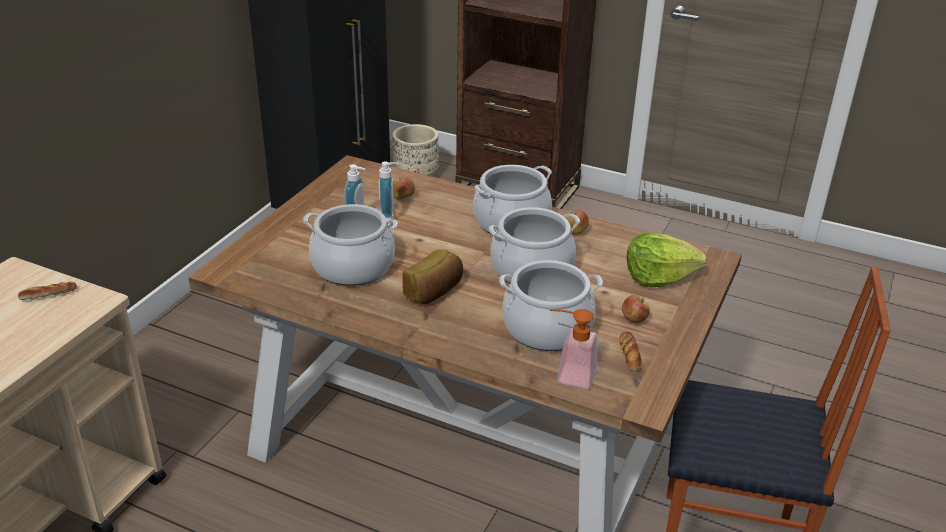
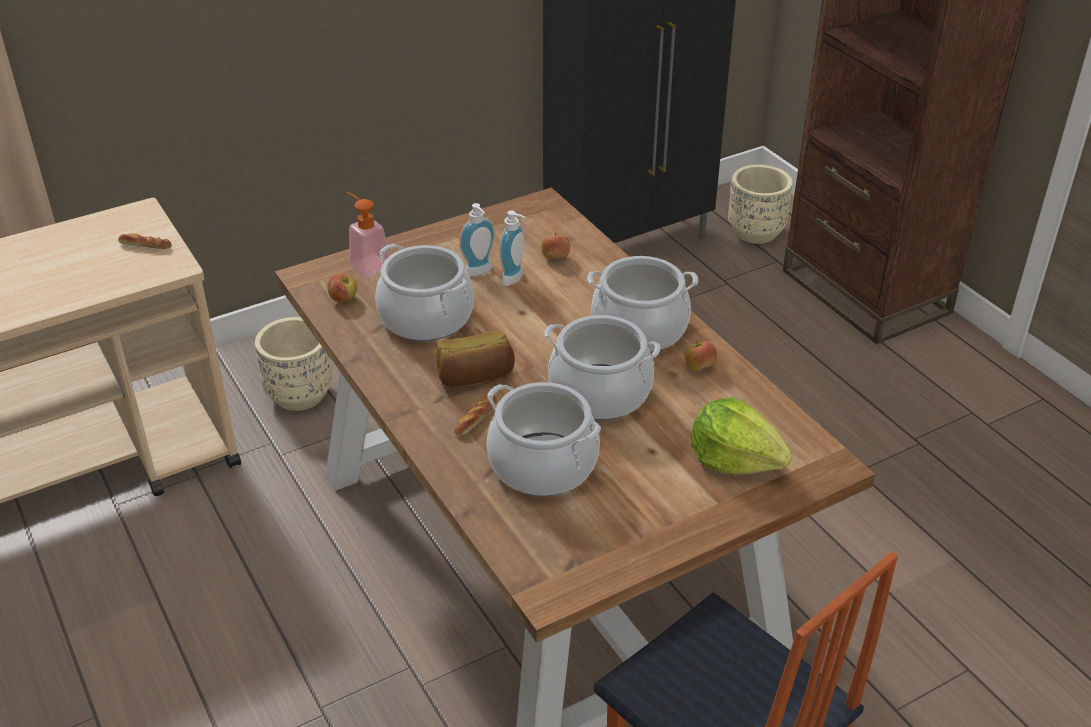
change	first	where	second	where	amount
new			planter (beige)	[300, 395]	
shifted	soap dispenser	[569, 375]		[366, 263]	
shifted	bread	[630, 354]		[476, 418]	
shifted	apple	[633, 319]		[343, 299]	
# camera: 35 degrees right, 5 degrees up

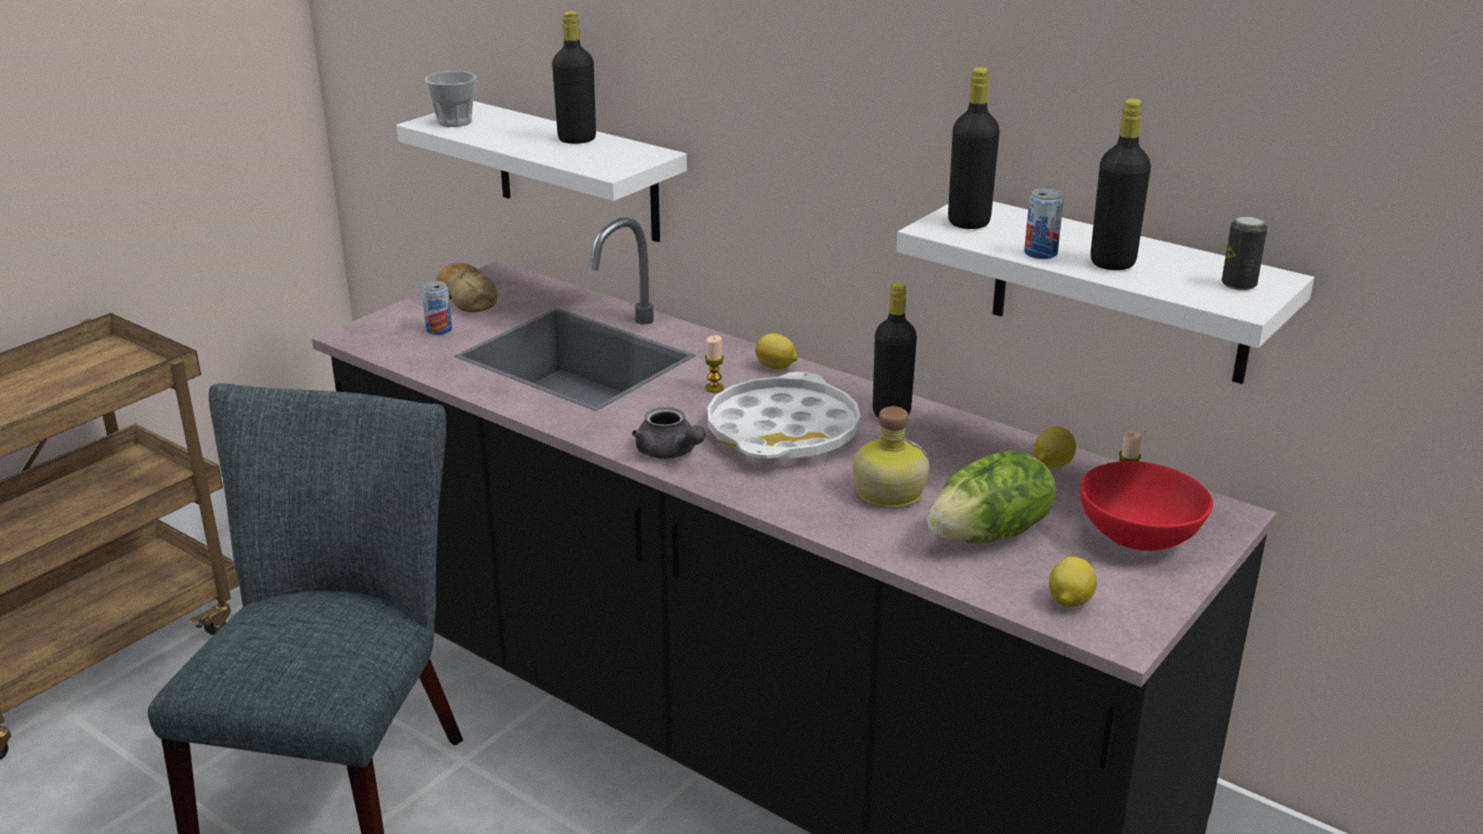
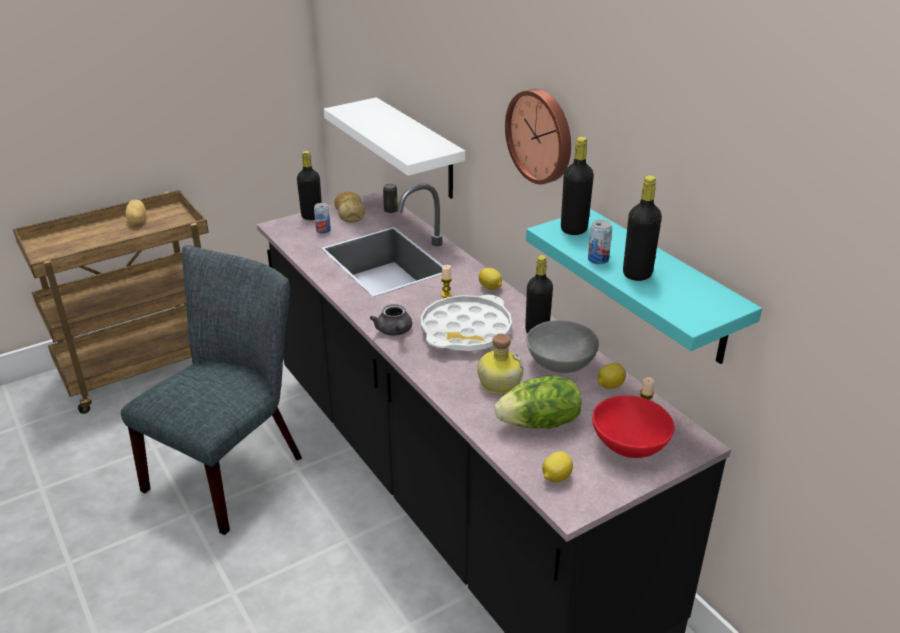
change	first	where	second	where	amount
gone	cup	[454, 122]			
new			potato	[136, 221]	
new			wall clock	[541, 136]	
new			bowl (grey)	[560, 364]	
shifted	bottle (black)	[577, 139]		[312, 216]	
shifted	can	[1238, 284]		[390, 210]	
repainted	shelf (white)	[1120, 290]	shelf (turquoise)	[663, 287]	
# camera: 20 degrees right, 5 degrees up

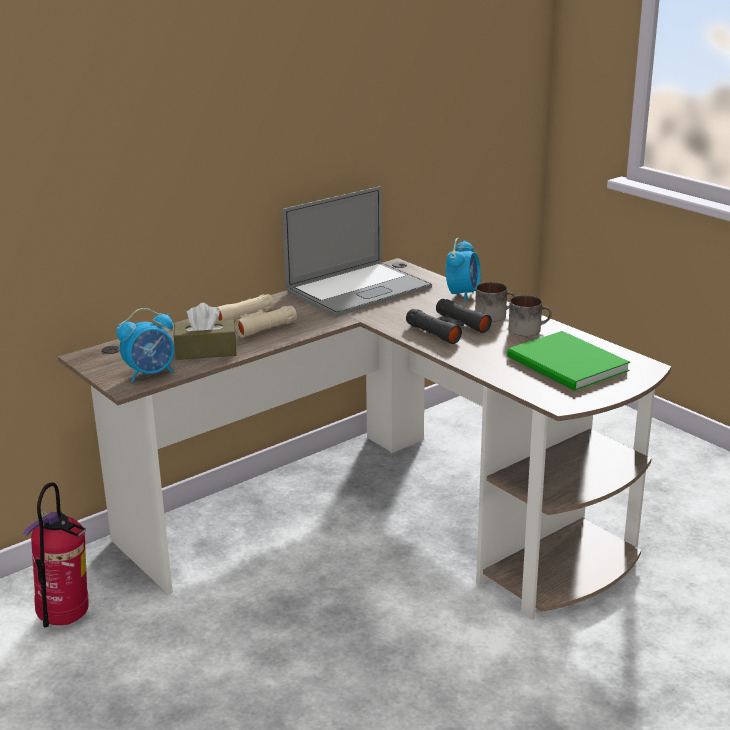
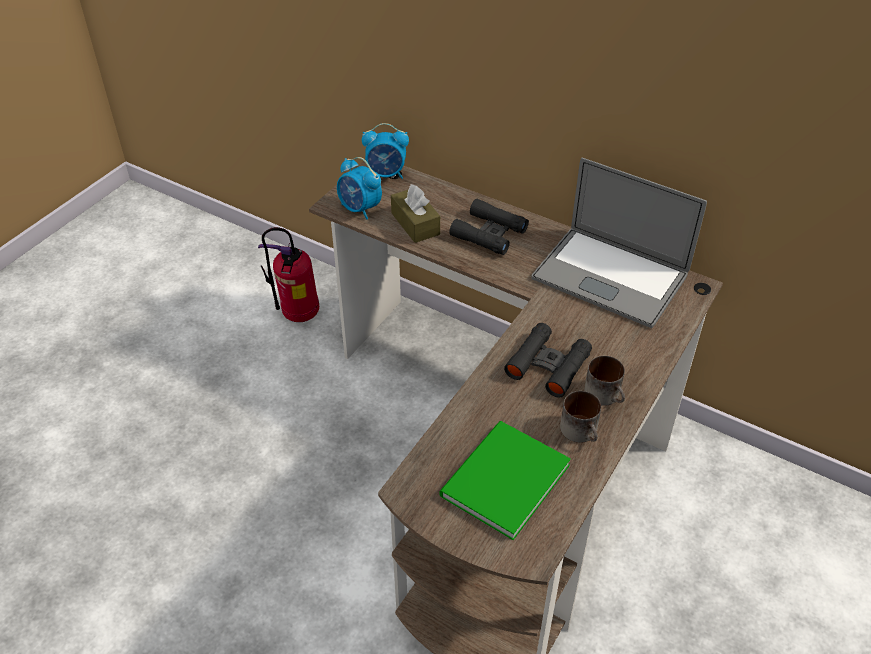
change	first	where	second	where	amount
shifted	alarm clock	[463, 294]		[386, 174]	
repainted	binoculars (beige)	[255, 323]	binoculars (black)	[489, 233]	
# camera: 70 degrees right, 20 degrees up

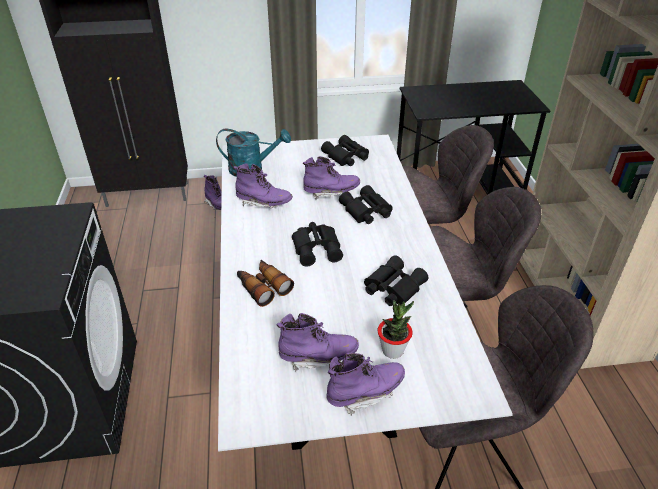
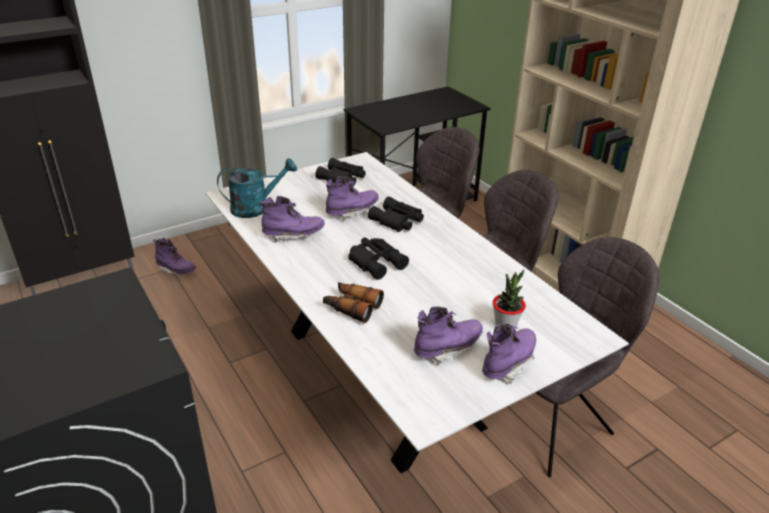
change	first	where	second	where	amount
gone	binoculars (black)	[392, 287]			
# camera: 25 degrees left, 5 degrees down

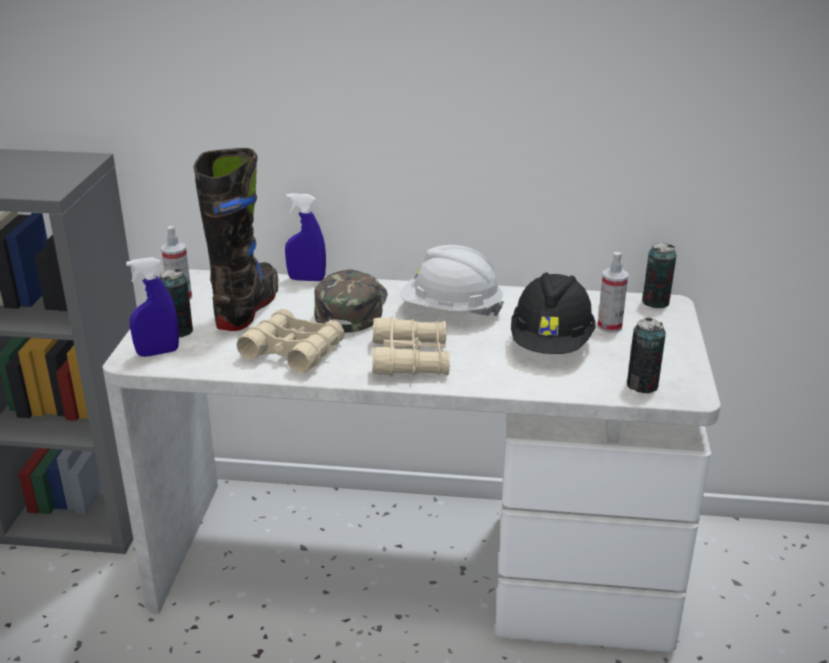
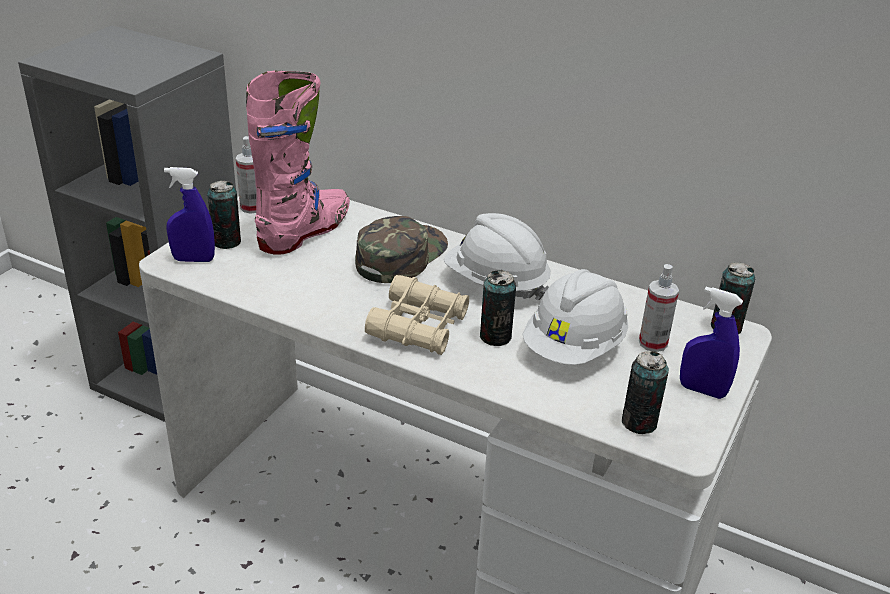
change	first	where	second	where	amount
gone	binoculars (beige)	[292, 351]			
new			can	[495, 337]	
shifted	spray bottle (blue)	[306, 279]		[702, 390]	
repainted	boot (black)	[248, 307]	boot (pink)	[305, 232]	
repainted	hard hat (black)	[551, 344]	hard hat (white)	[574, 347]	
# camera: 20 degrees right, 5 degrees up

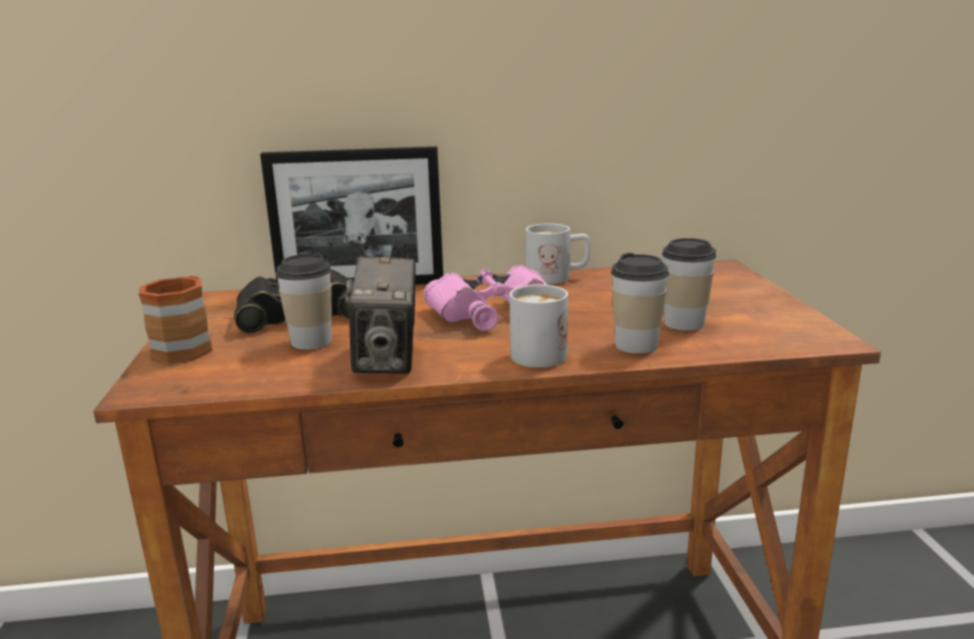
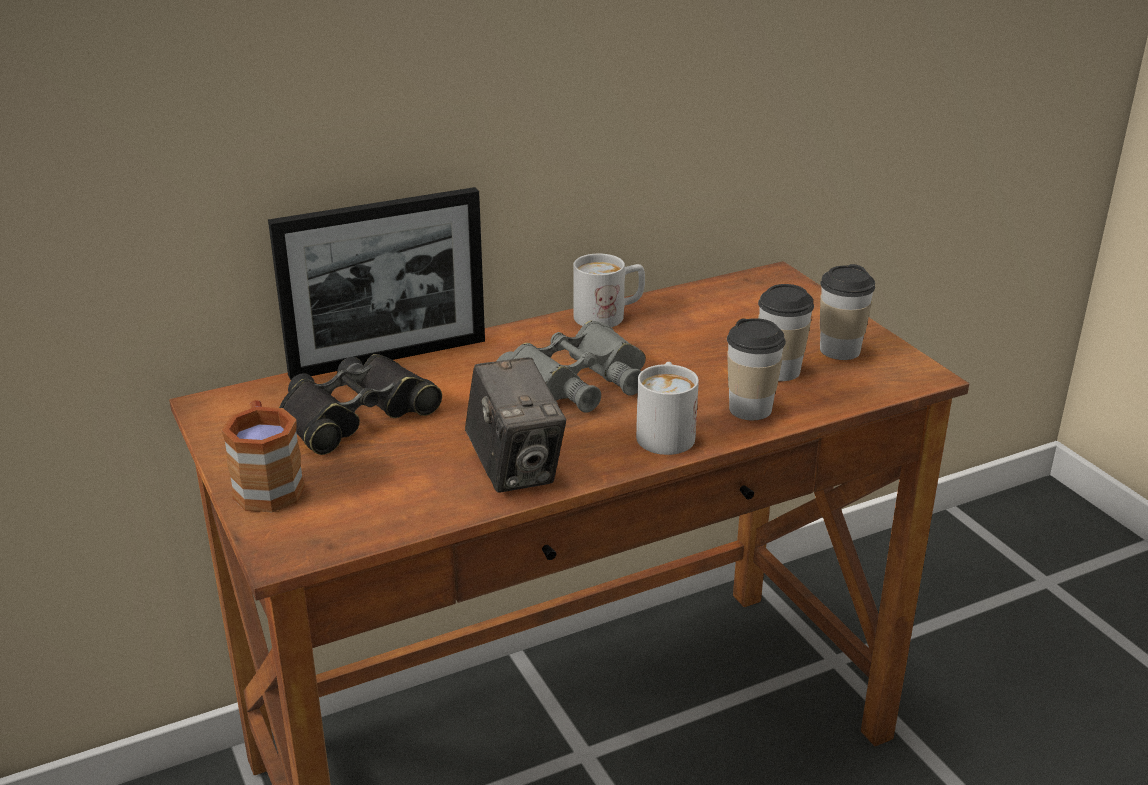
change	first	where	second	where	amount
shifted	cup	[311, 341]		[839, 350]	
repainted	binoculars (pink)	[494, 312]	binoculars (grey)	[577, 382]	
# camera: 20 degrees left, 10 degrees up

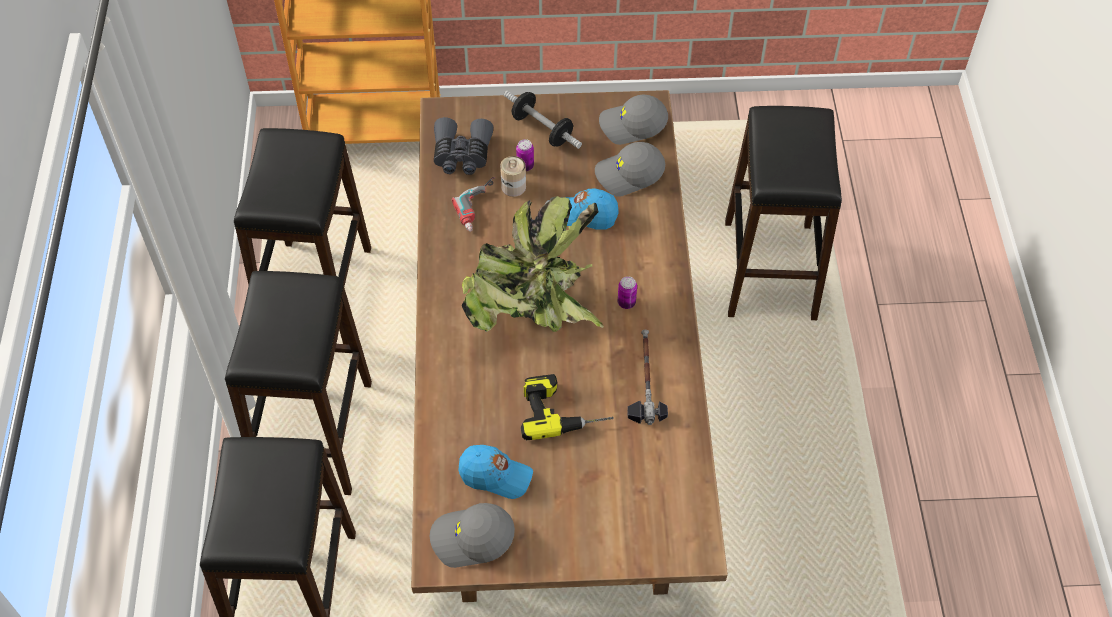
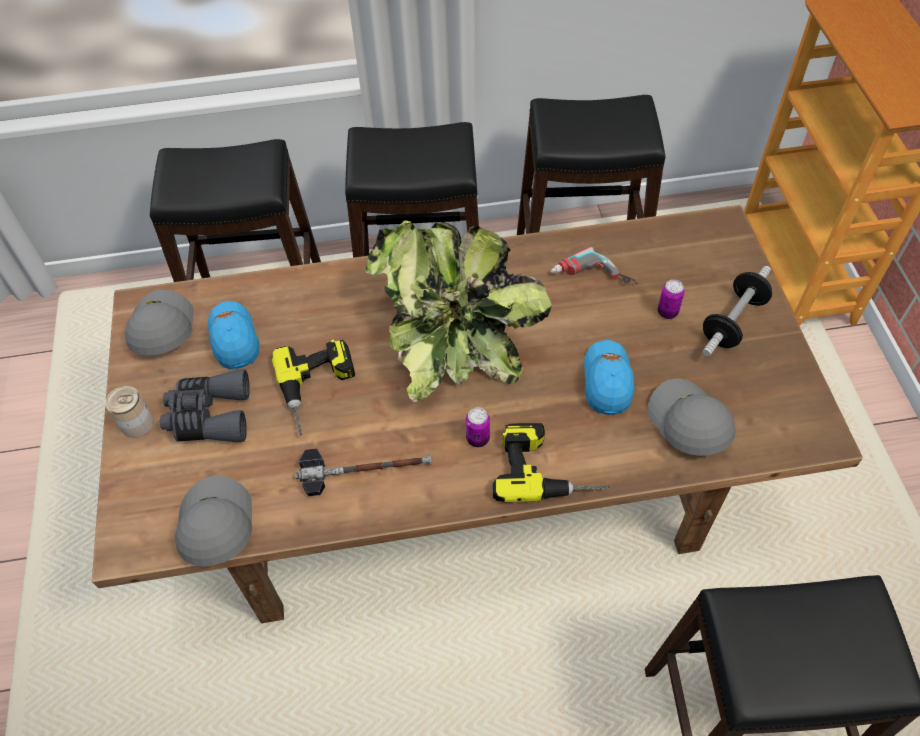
change	first	where	second	where	amount
new			power drill	[548, 467]	
shifted	binoculars (grey)	[462, 155]		[209, 415]	
shifted	can	[513, 187]		[137, 423]	
shifted	cap (grey)	[632, 126]		[214, 525]	
rotated	cap (blue)	[495, 476]		[234, 339]	150 degrees clockwise
# camera: 85 degrees right, 0 degrees up

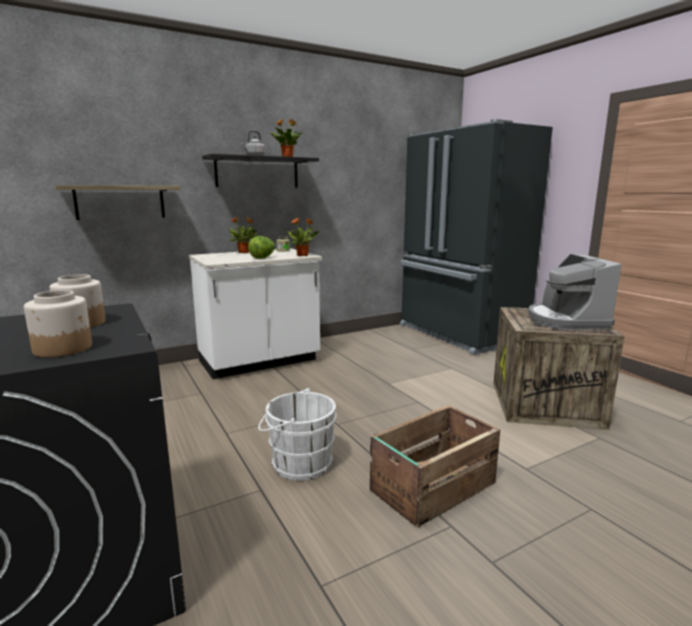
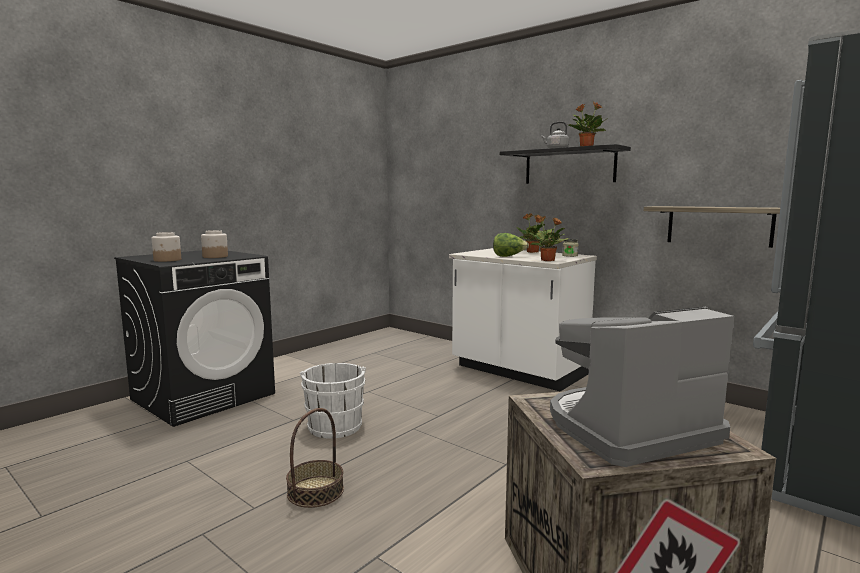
change	first	where	second	where	amount
shifted	shelf	[120, 202]		[719, 225]	
swapped	crate	[431, 487]	basket	[315, 491]	
# camera: 70 degrees right, 5 degrees down

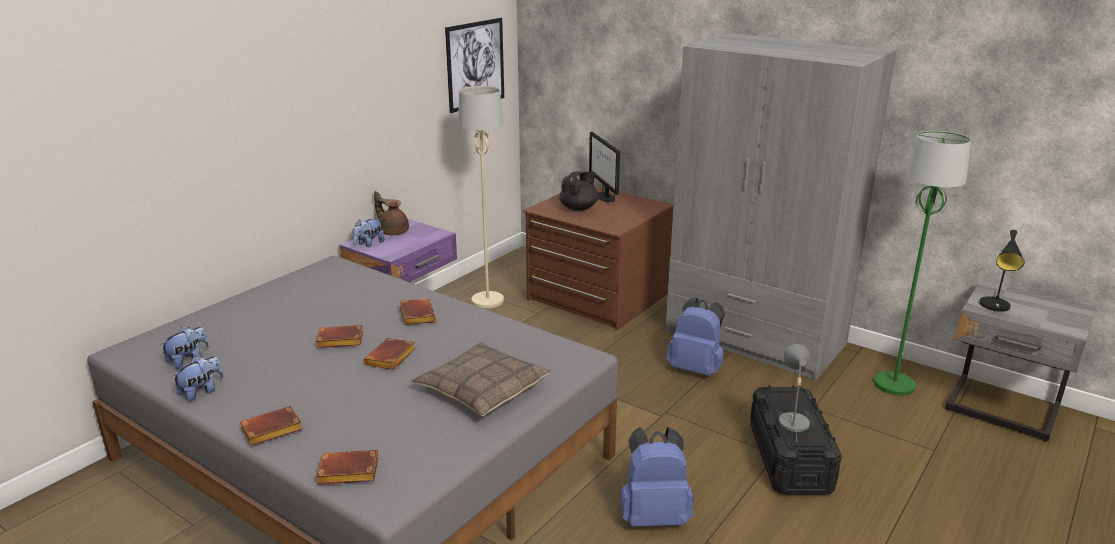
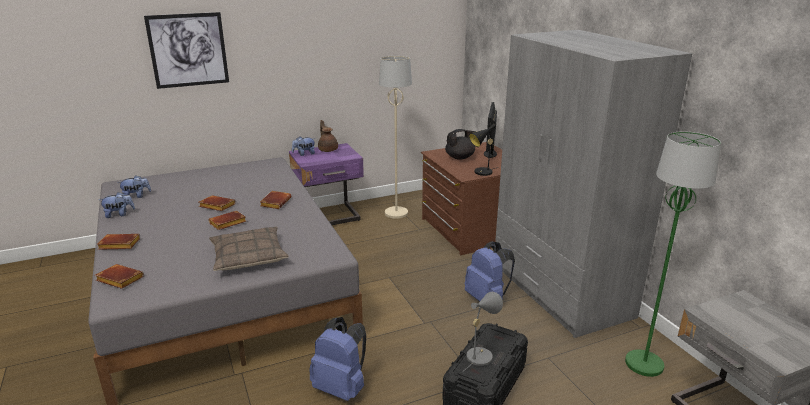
change	first	where	second	where	amount
shifted	picture	[475, 64]		[188, 50]	
shifted	table lamp (black)	[995, 307]		[481, 173]	
# camera: 30 degrees right, 0 degrees up

